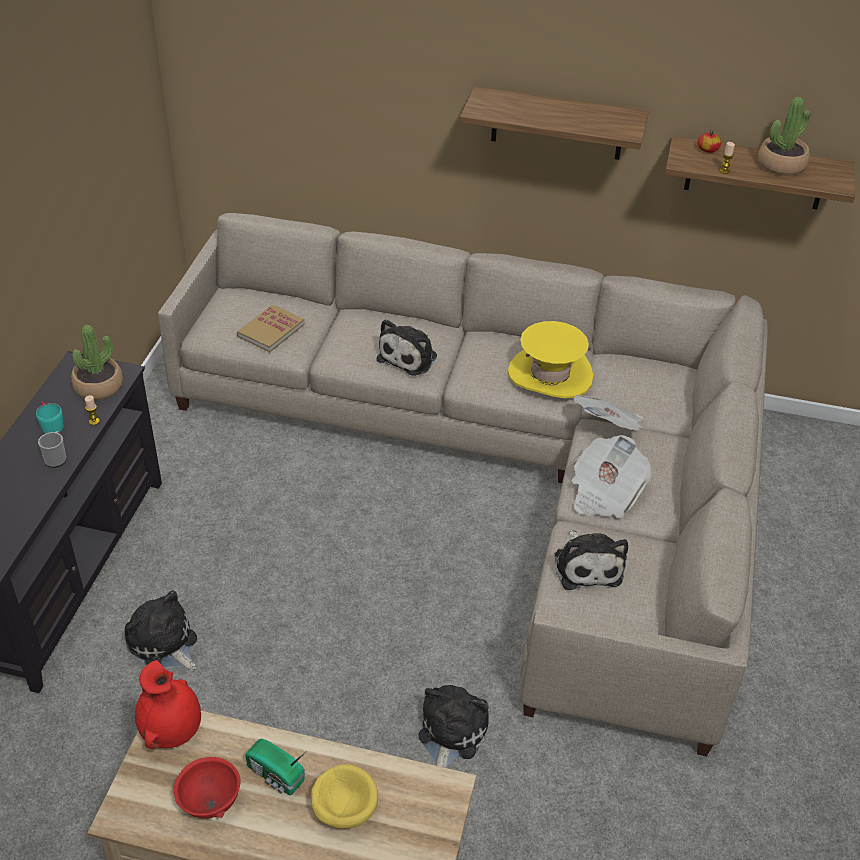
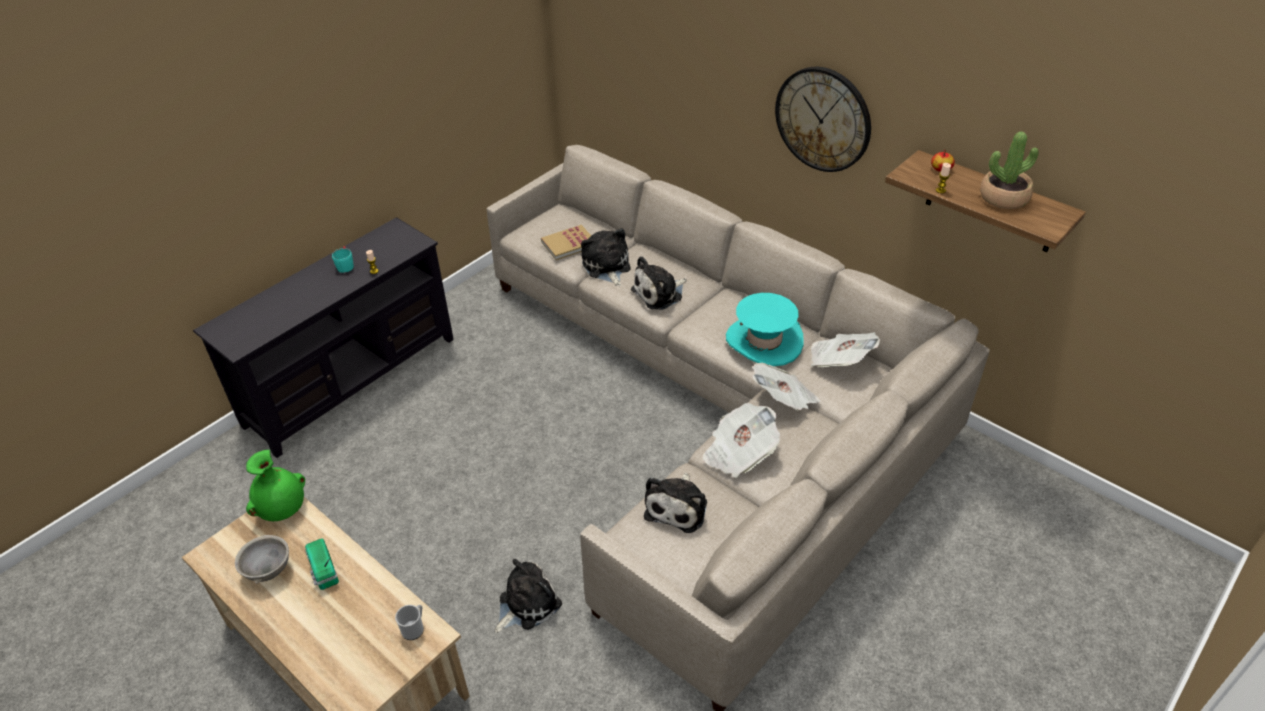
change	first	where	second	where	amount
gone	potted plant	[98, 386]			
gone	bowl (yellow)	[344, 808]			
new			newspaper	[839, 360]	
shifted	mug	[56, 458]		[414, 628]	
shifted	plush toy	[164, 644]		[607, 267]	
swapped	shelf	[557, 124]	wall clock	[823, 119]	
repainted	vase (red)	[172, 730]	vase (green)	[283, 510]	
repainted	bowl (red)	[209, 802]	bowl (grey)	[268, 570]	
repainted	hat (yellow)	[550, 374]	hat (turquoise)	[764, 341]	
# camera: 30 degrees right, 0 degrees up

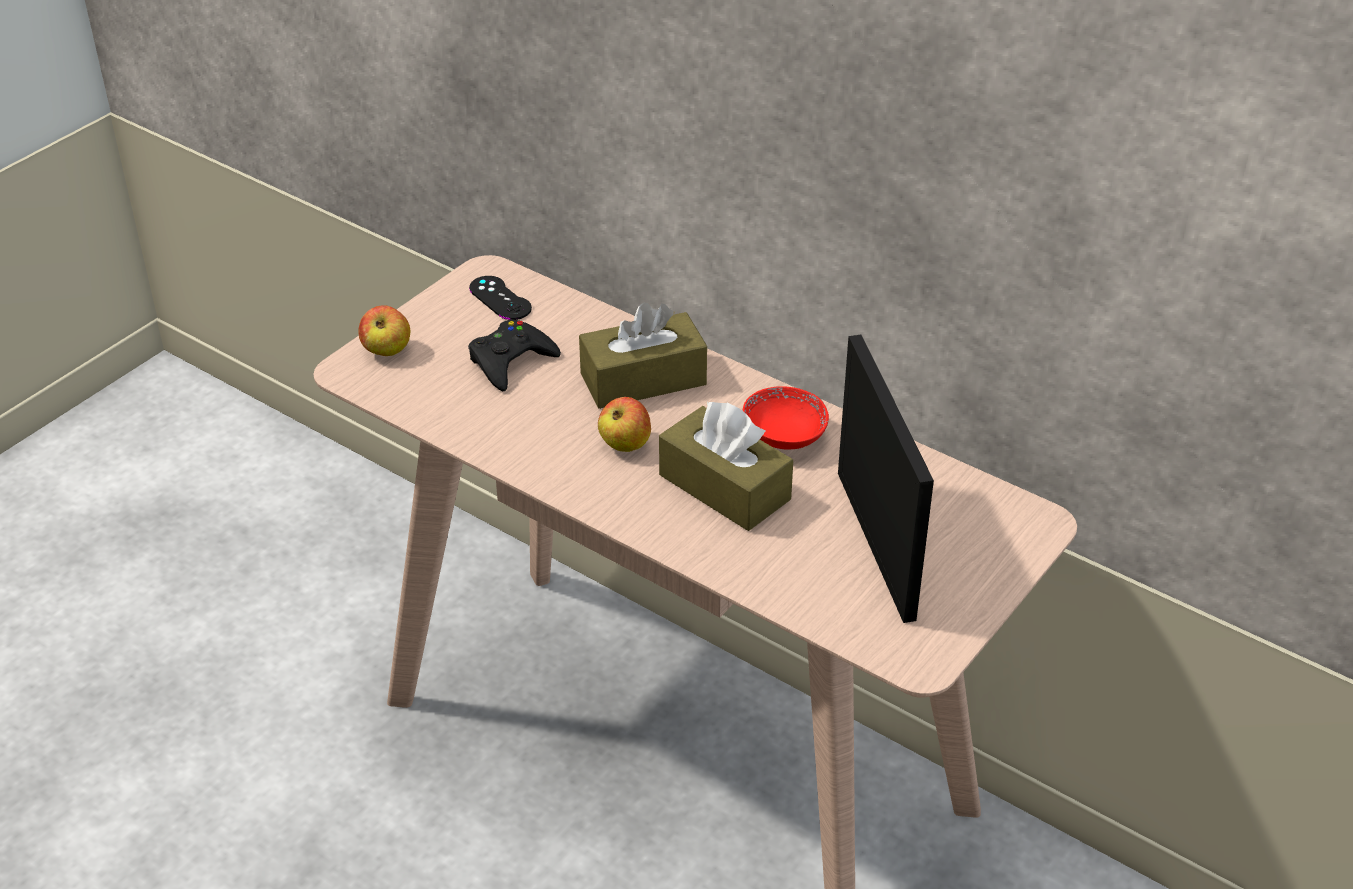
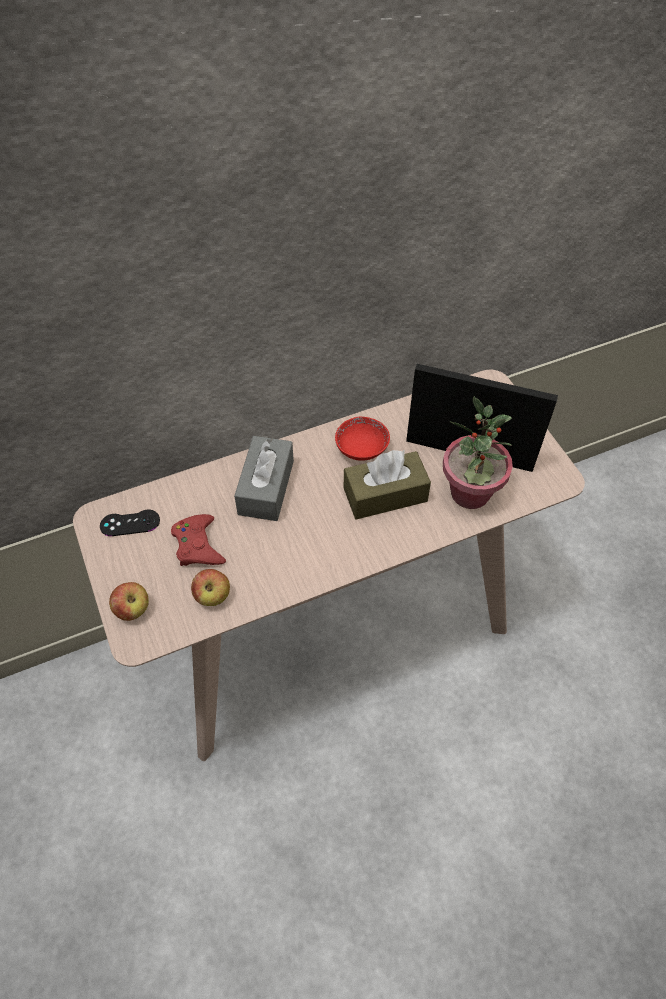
change	first	where	second	where	amount
new			potted plant	[470, 493]	
shifted	apple	[625, 444]		[212, 596]	
repainted	game controller (black)	[510, 361]	game controller (red)	[198, 545]	
repainted	tissue box (brown)	[643, 379]	tissue box (grey)	[266, 487]	
# camera: 60 degrees left, 15 degrees up

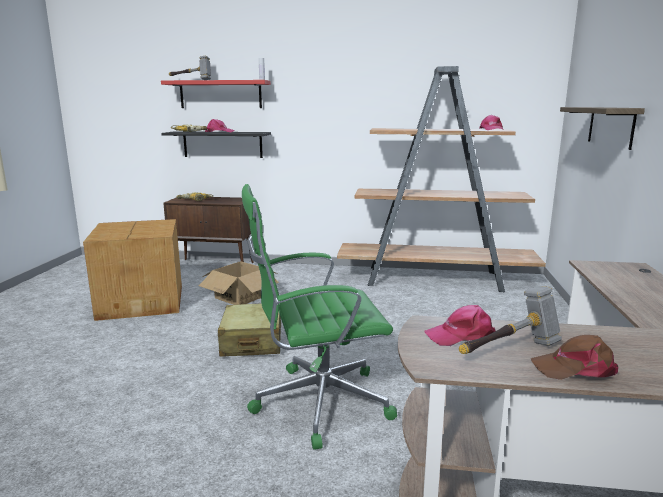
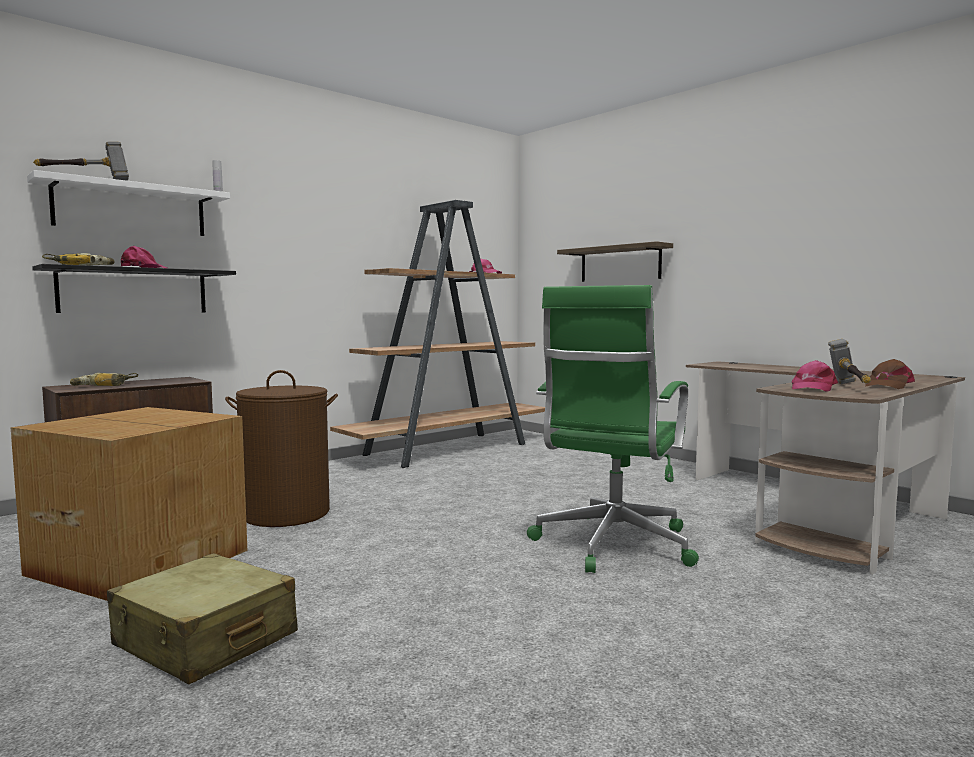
change	first	where	second	where	amount
shifted	suitcase (beige)	[252, 341]		[205, 640]	
swapped	cardboard box	[240, 297]	laundry basket (brown)	[286, 513]	
repainted	shelf (red)	[220, 94]	shelf (white)	[131, 209]	
# camera: 50 degrees left, 10 degrees down

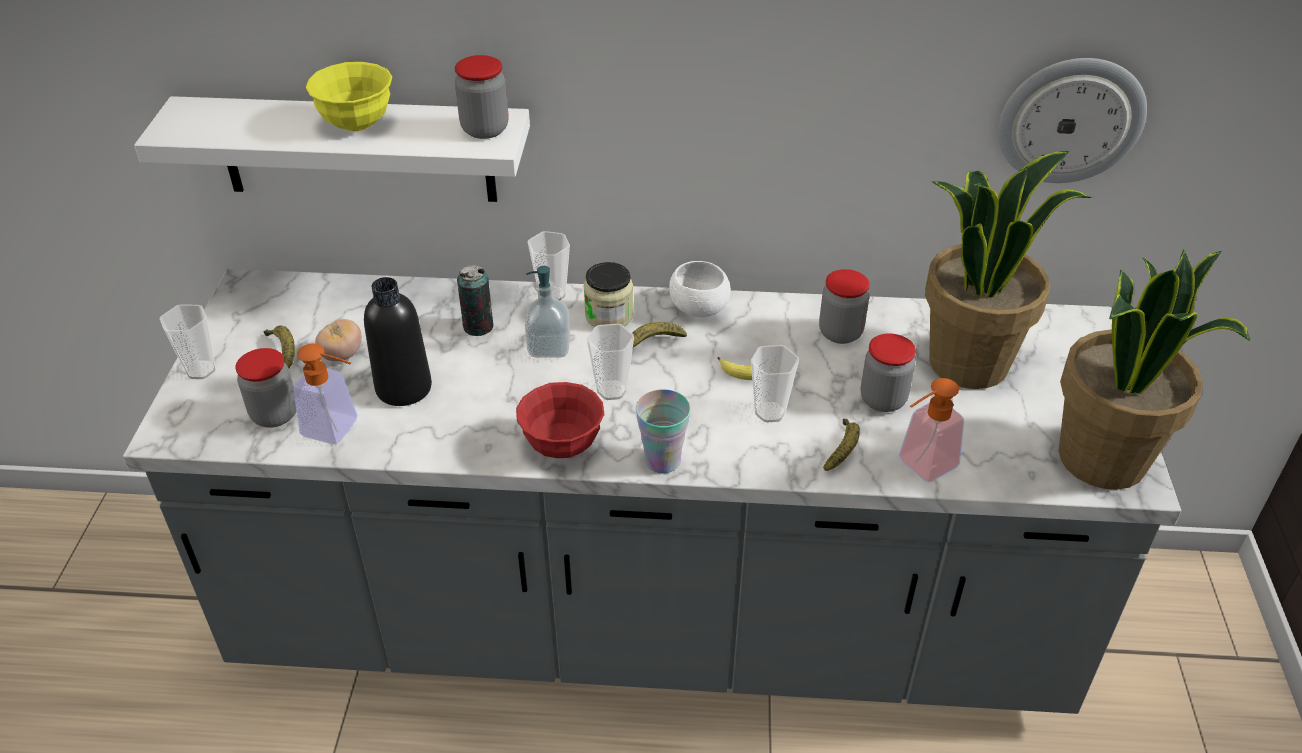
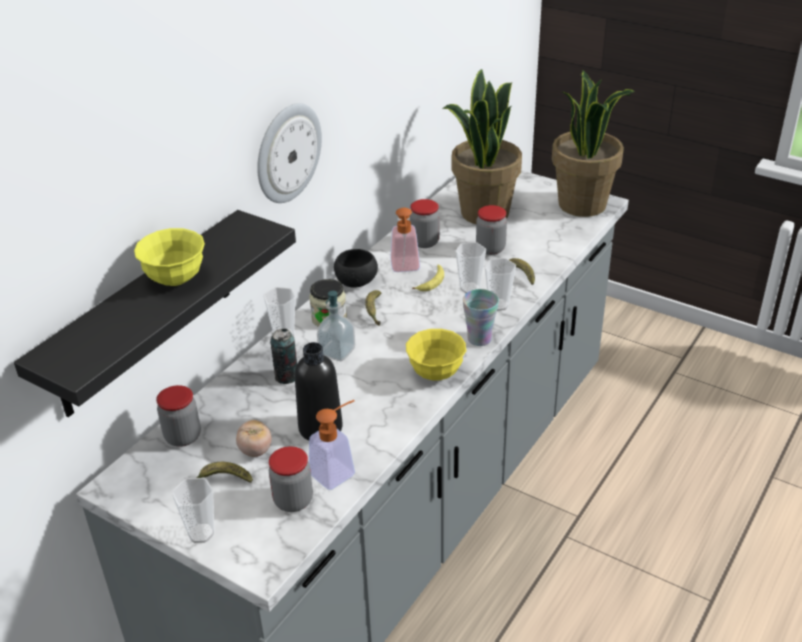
change	first	where	second	where	amount
shifted	jar	[485, 129]		[183, 437]	
shifted	cup	[612, 390]		[498, 305]	
shifted	soap dispenser	[920, 467]		[405, 268]	
shifted	wall clock	[1070, 120]		[287, 153]	
repainted	shelf (white)	[357, 149]	shelf (black)	[145, 315]	
repainted	bowl (red)	[562, 445]	bowl (yellow)	[435, 373]	
repainted	bowl (white)	[699, 309]	bowl (black)	[356, 282]	
# camera: 60 degrees left, 5 degrees down

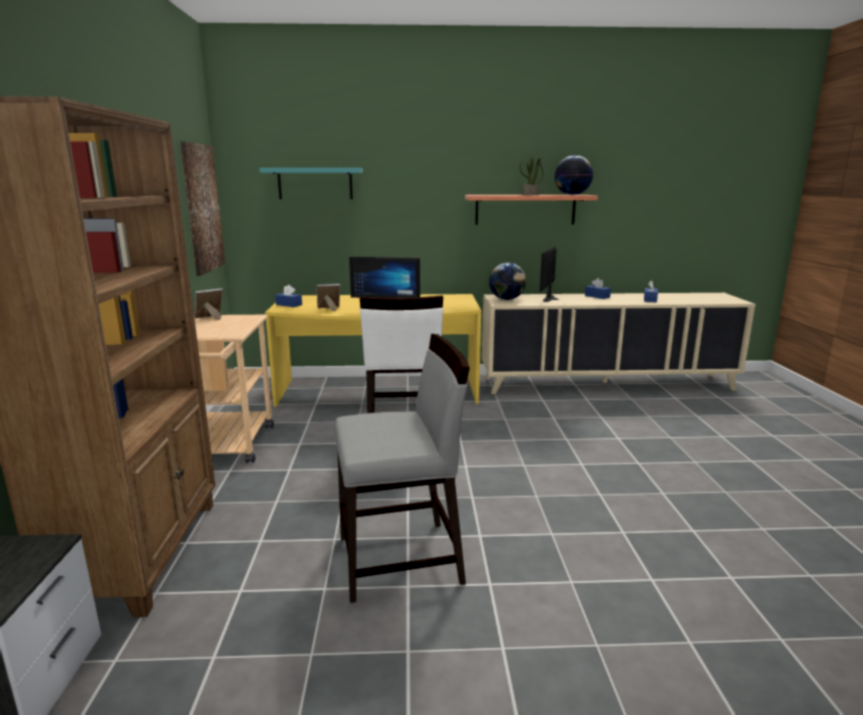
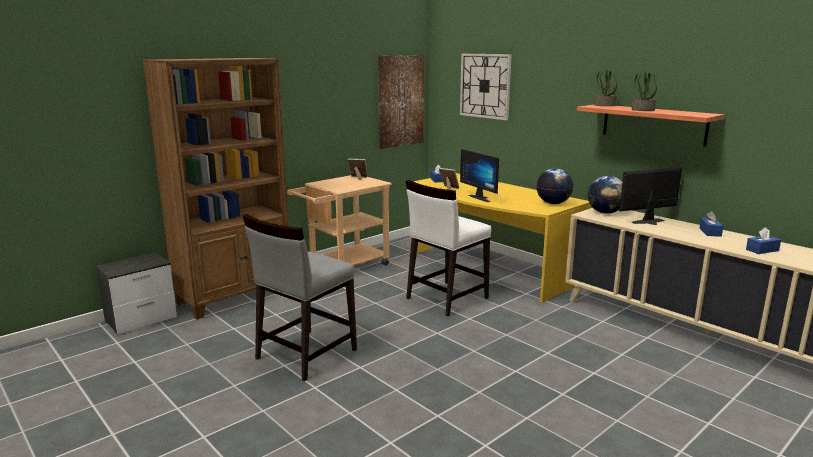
change	first	where	second	where	amount
new			potted plant	[604, 105]	
shifted	globe	[572, 194]		[553, 203]	
swapped	shelf (turquoise)	[315, 183]	wall clock	[485, 86]	
rotated	chair (grey)	[401, 559]		[305, 354]	90 degrees clockwise
# camera: 50 degrees right, 0 degrees up

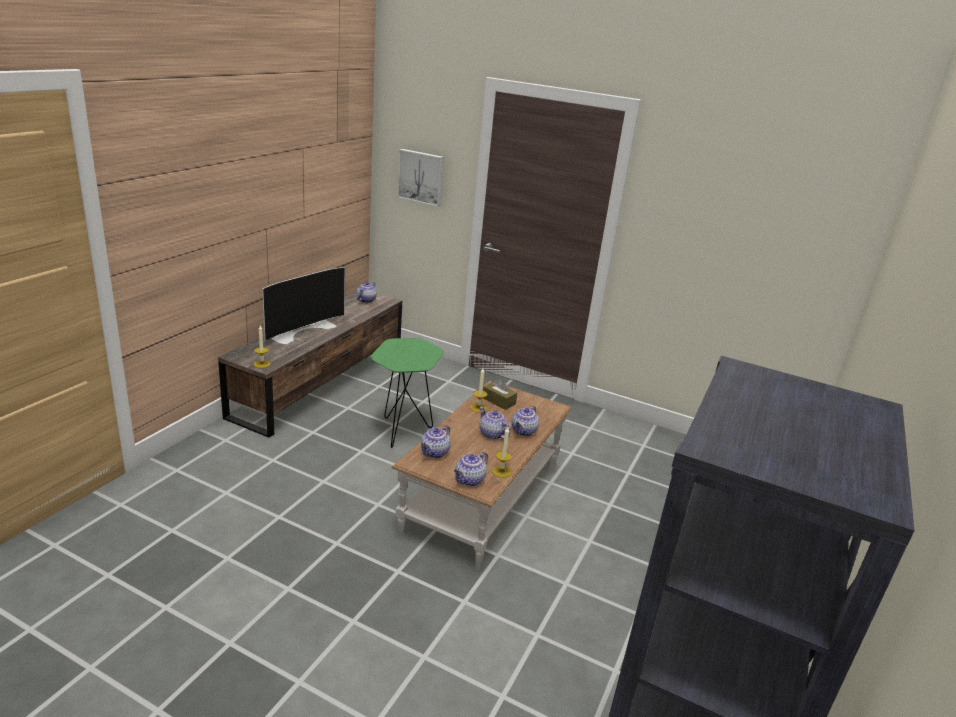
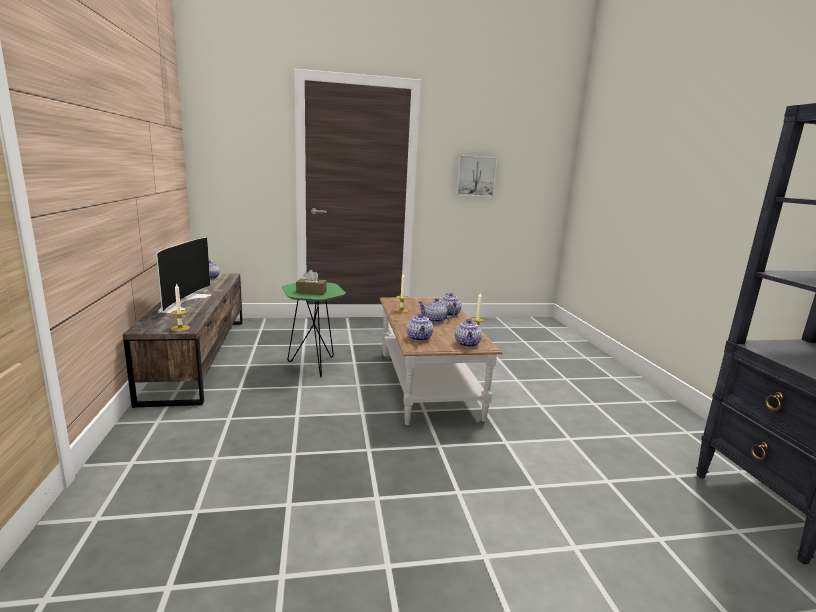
change	first	where	second	where	amount
shifted	picture	[421, 177]		[475, 176]	
shifted	tissue box (brown)	[498, 401]		[311, 292]	
# camera: 35 degrees left, 10 degrees down

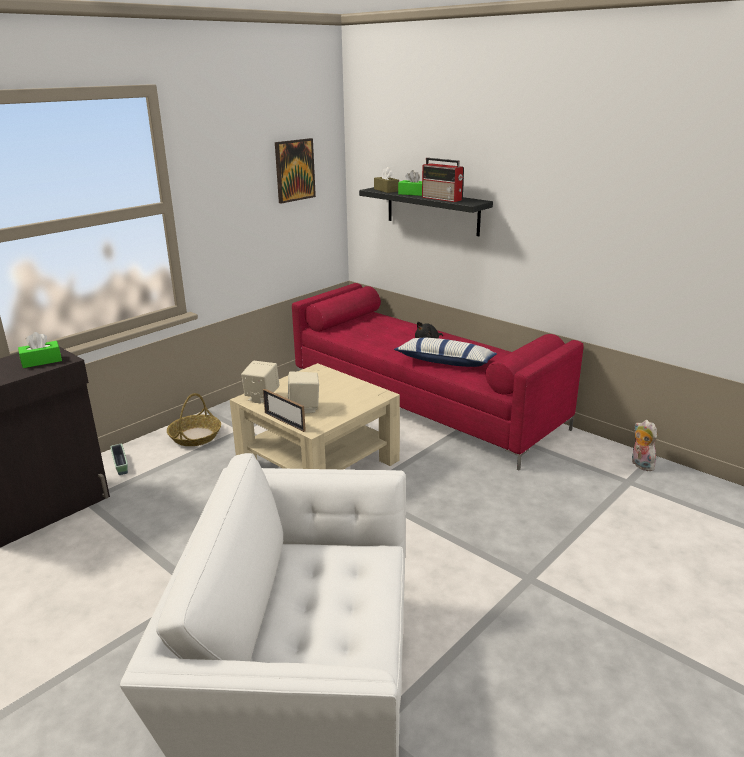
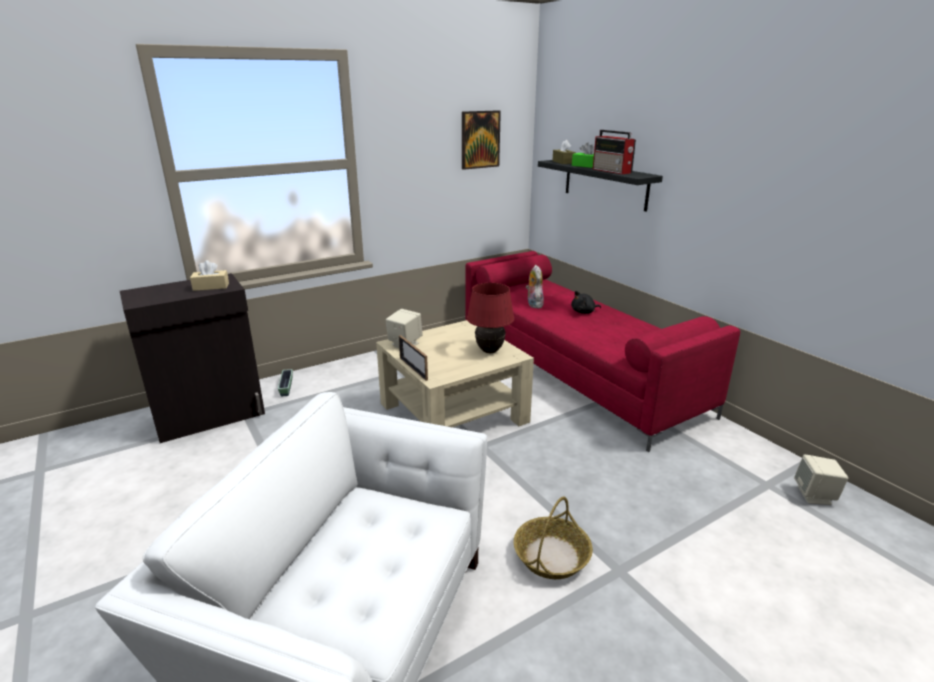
change	first	where	second	where	amount
gone	pillow	[445, 362]			
new			table lamp (red)	[489, 351]	
shifted	basket	[195, 436]		[551, 555]	
shifted	speaker (beige)	[304, 408]		[815, 496]	
shifted	plush toy	[640, 465]		[533, 304]	
repainted	tissue box (green)	[41, 361]	tissue box (beige)	[211, 287]	
# camera: 15 degrees right, 0 degrees up

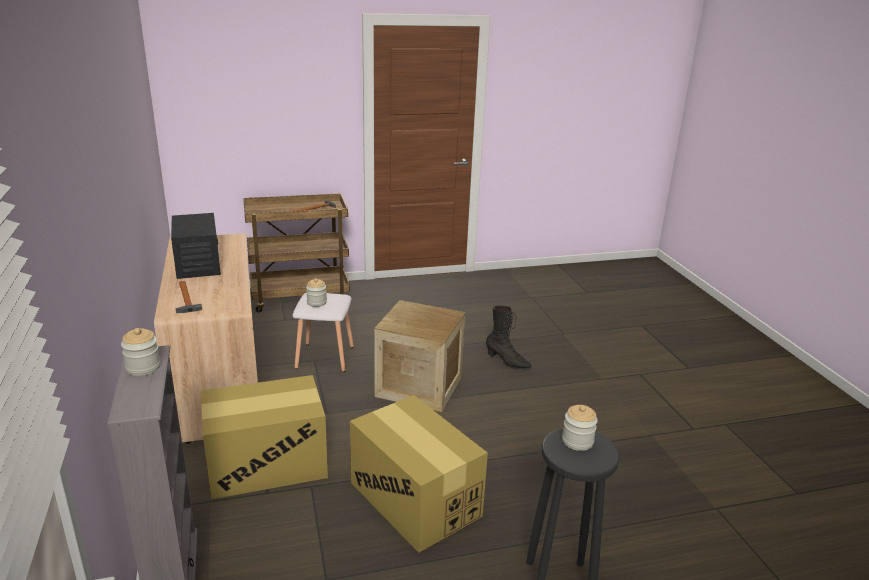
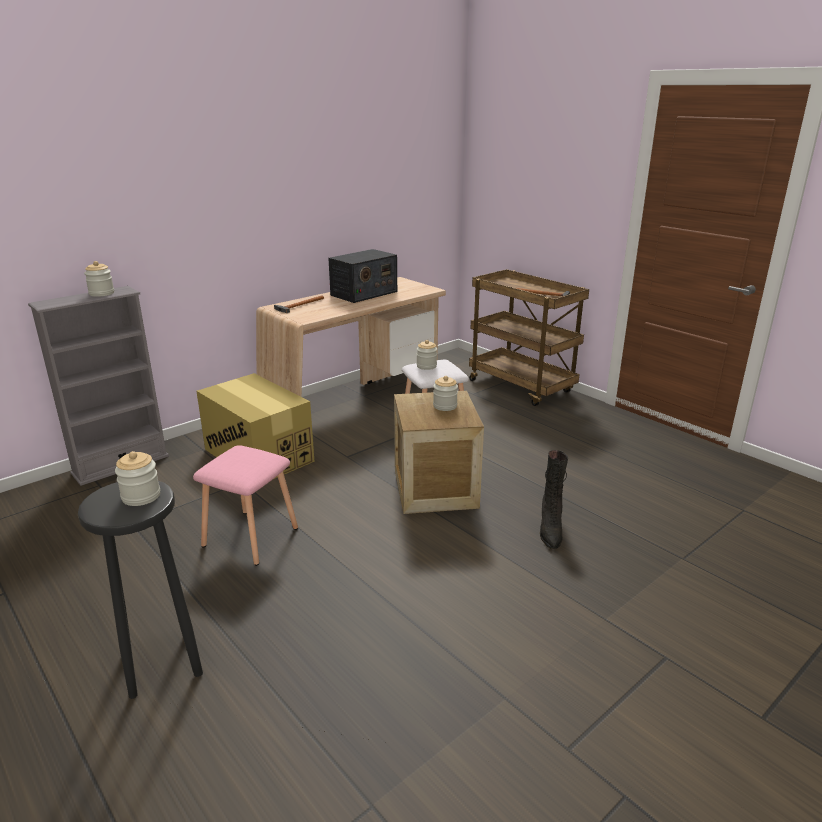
change	first	where	second	where	amount
new			jar	[445, 406]	
swapped	cardboard box	[414, 499]	stool (pink)	[252, 537]	
# camera: 65 degrees right, 0 degrees up

